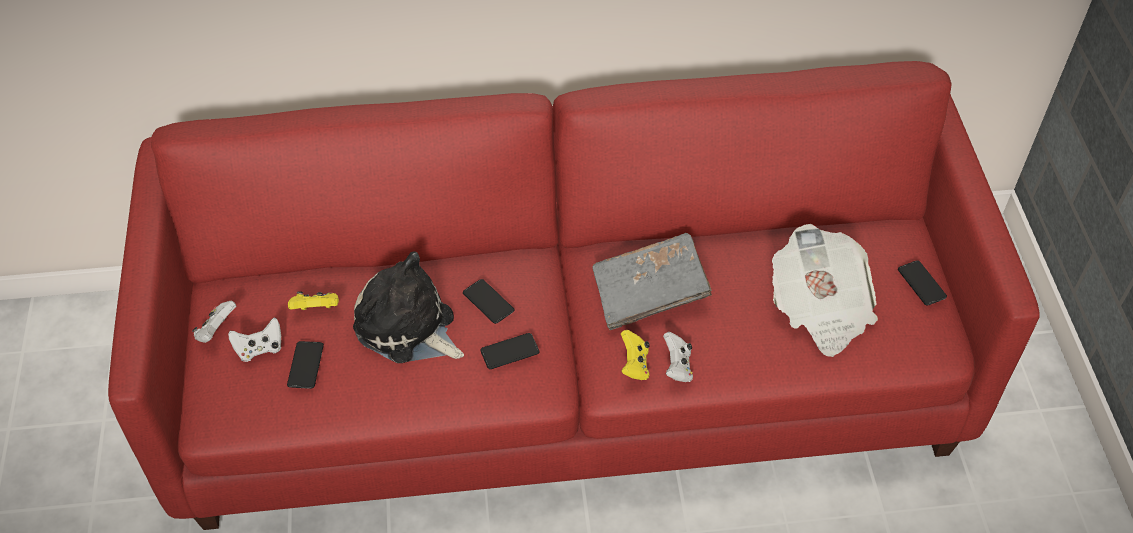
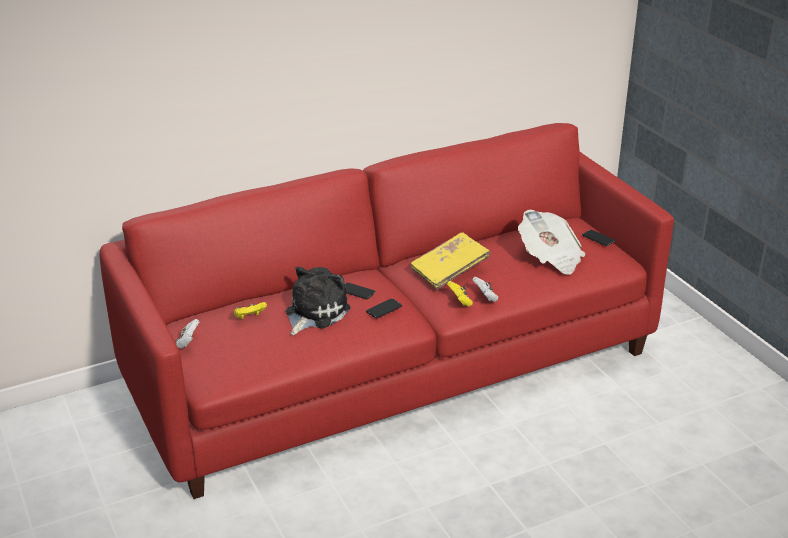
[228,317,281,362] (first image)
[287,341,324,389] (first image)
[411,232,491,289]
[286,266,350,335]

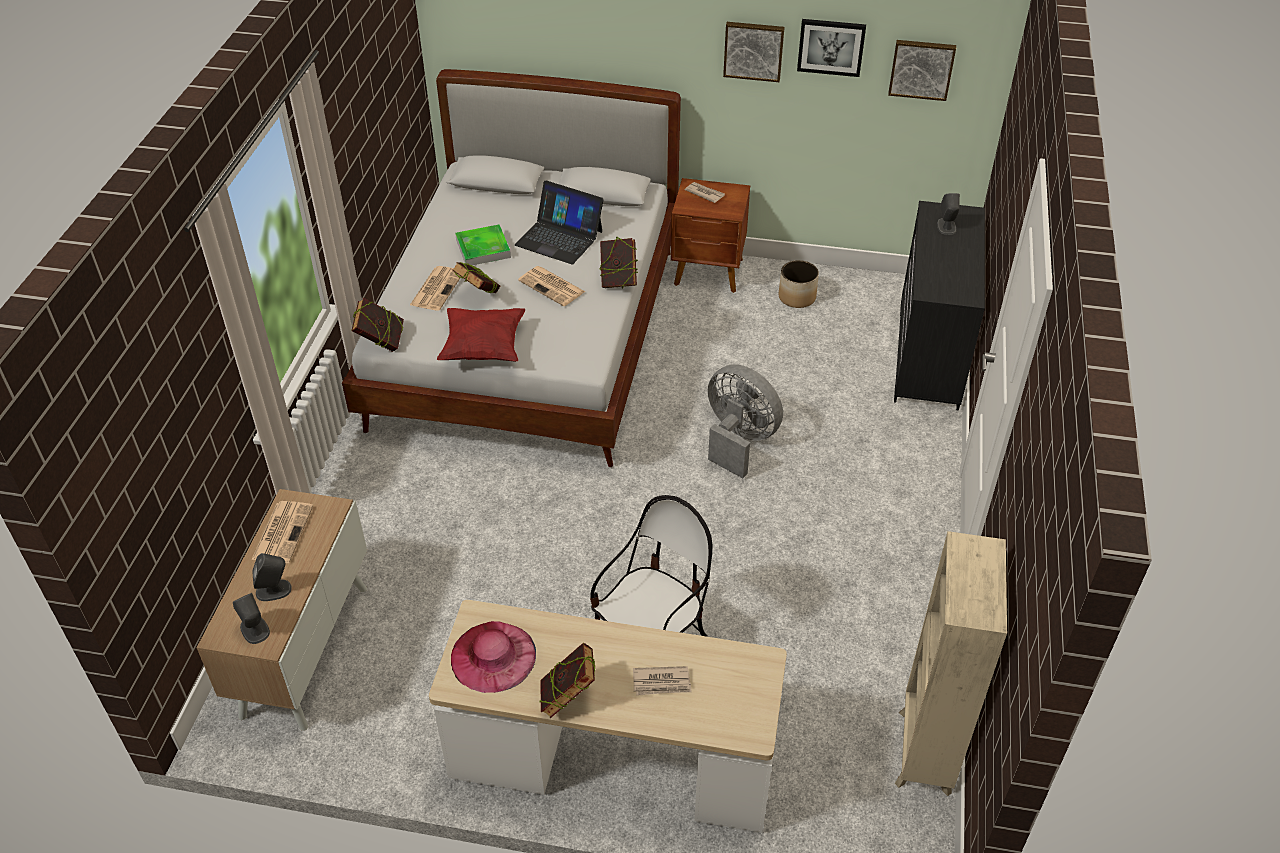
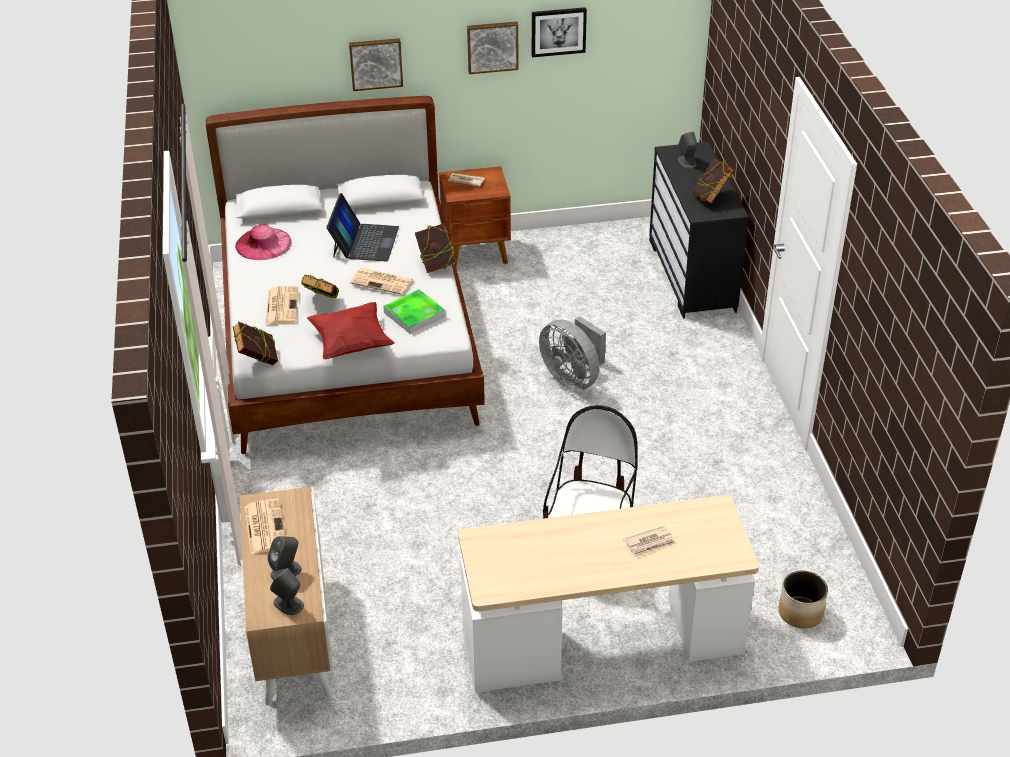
[895,531,1007,796] (first image)
[235,225,291,260]
[383,289,445,334]
[692,159,734,204]
[779,571,828,629]
[349,38,403,91]
[326,193,399,261]
[539,316,606,391]

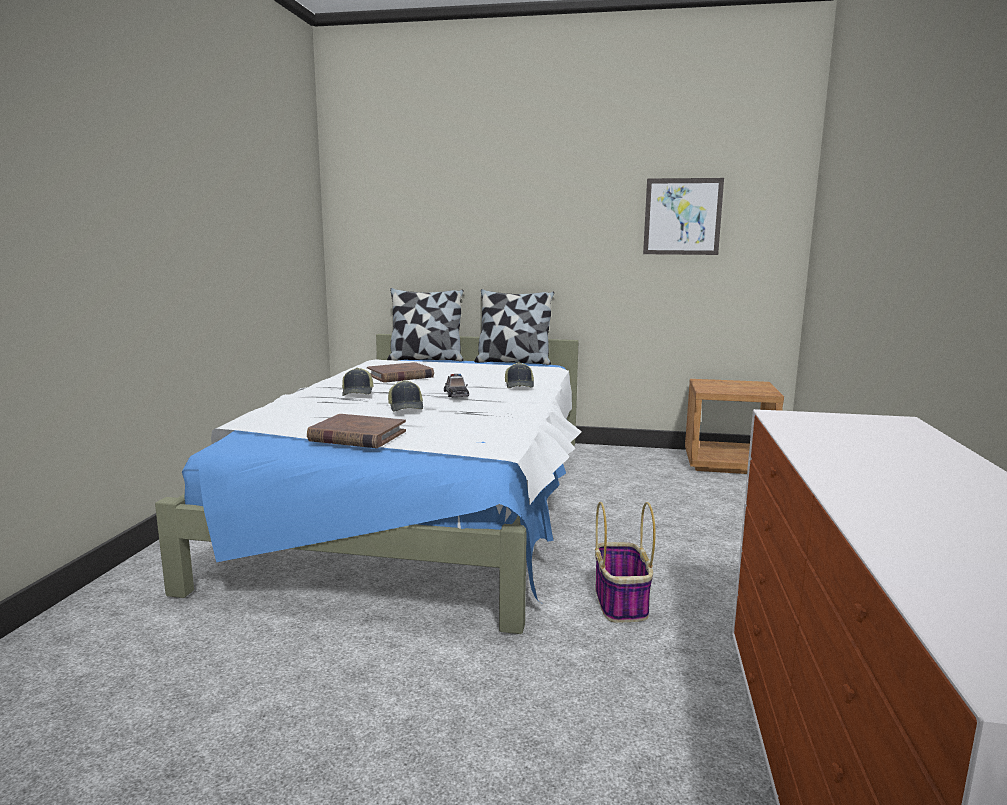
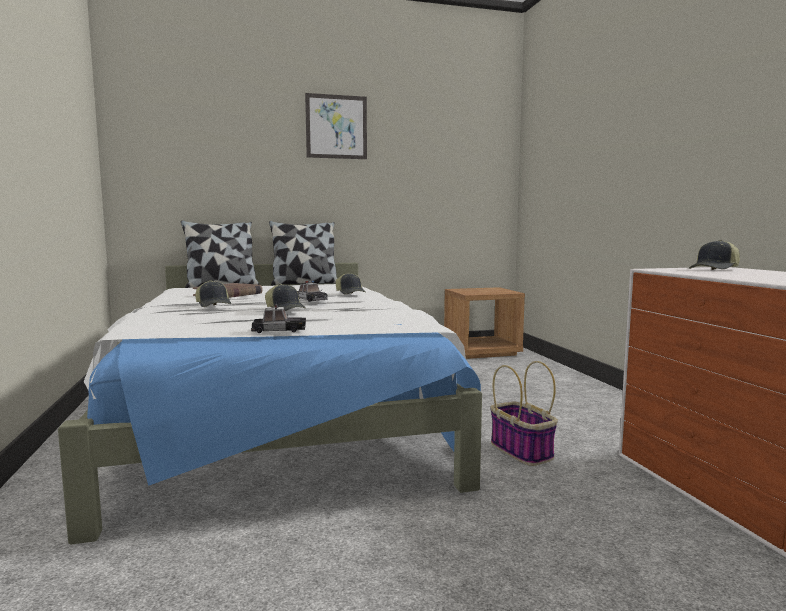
[689,240,740,270]
[305,93,367,159]
[251,304,306,333]

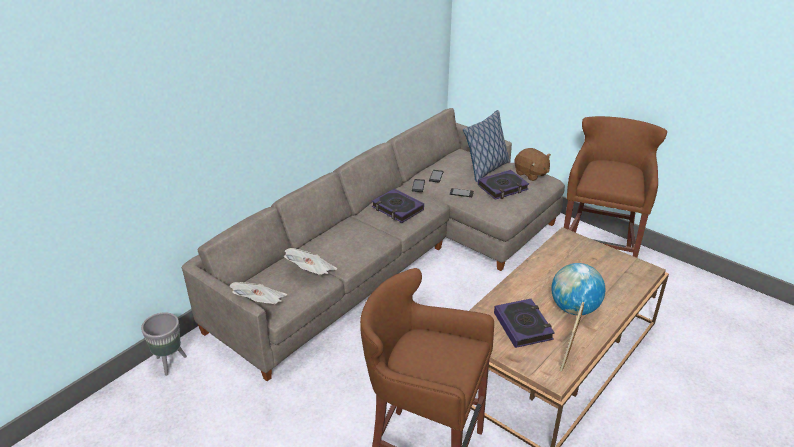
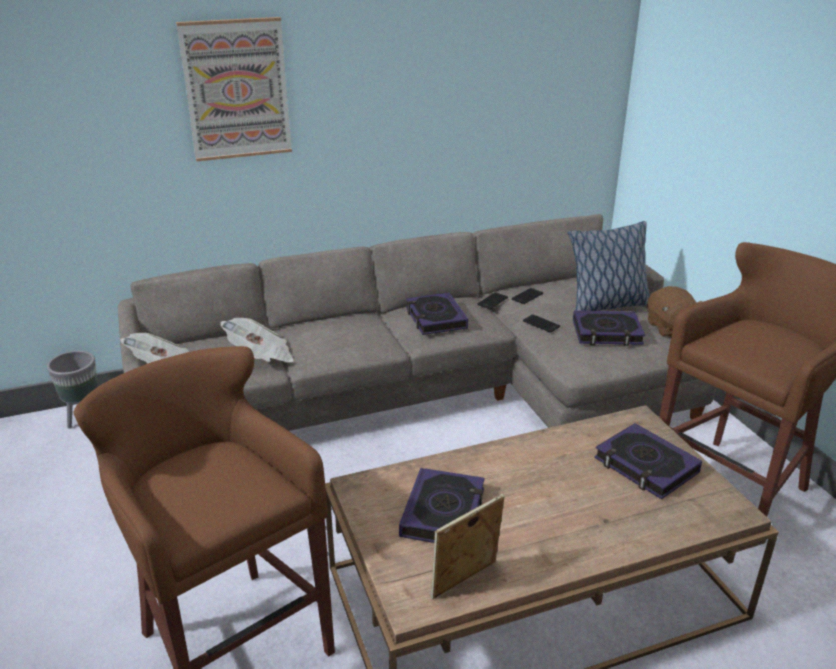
[551,263,605,315] (first image)
[176,17,292,161]
[594,423,702,499]

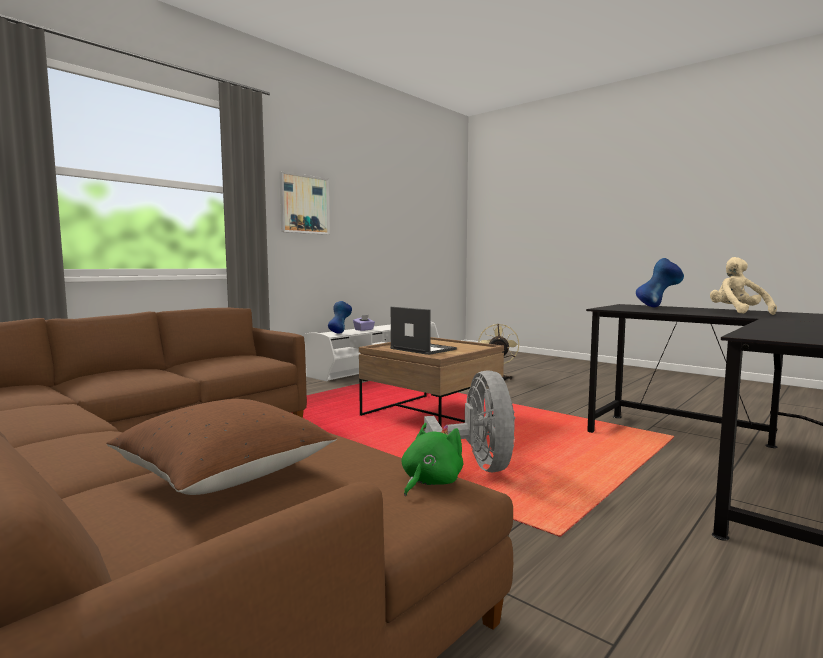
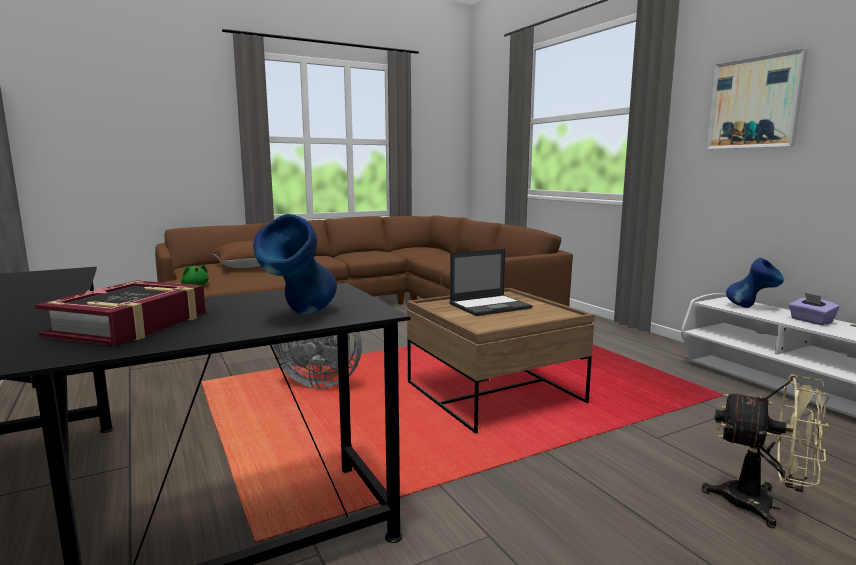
[35,280,206,346]

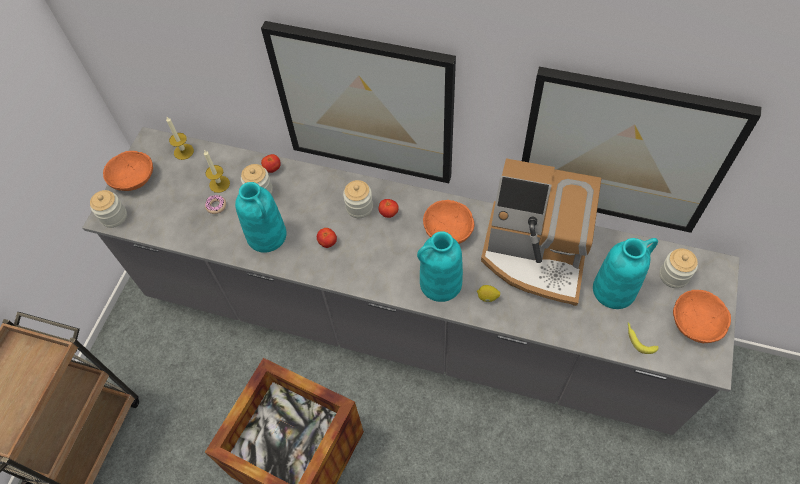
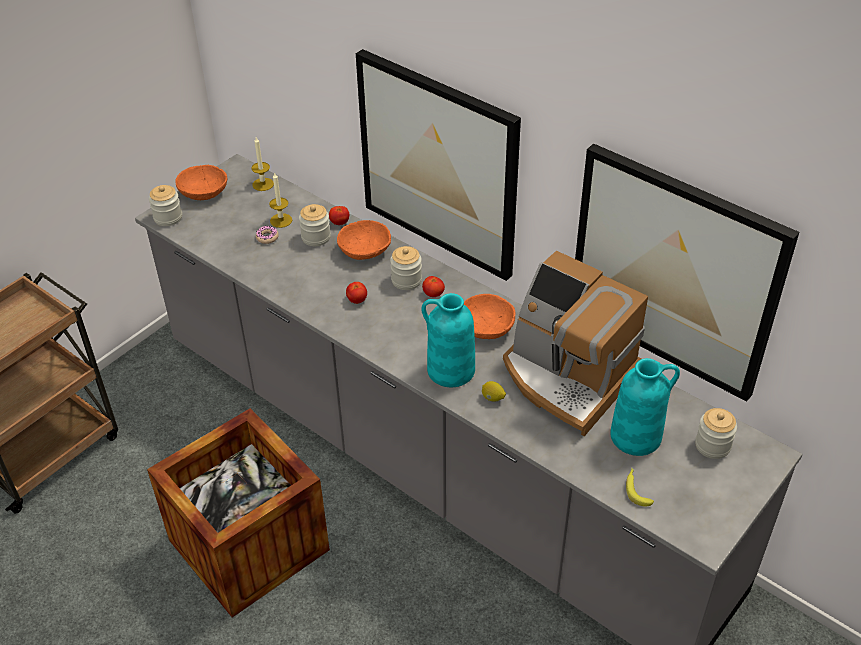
[235,182,287,253] (first image)
[337,220,391,260]

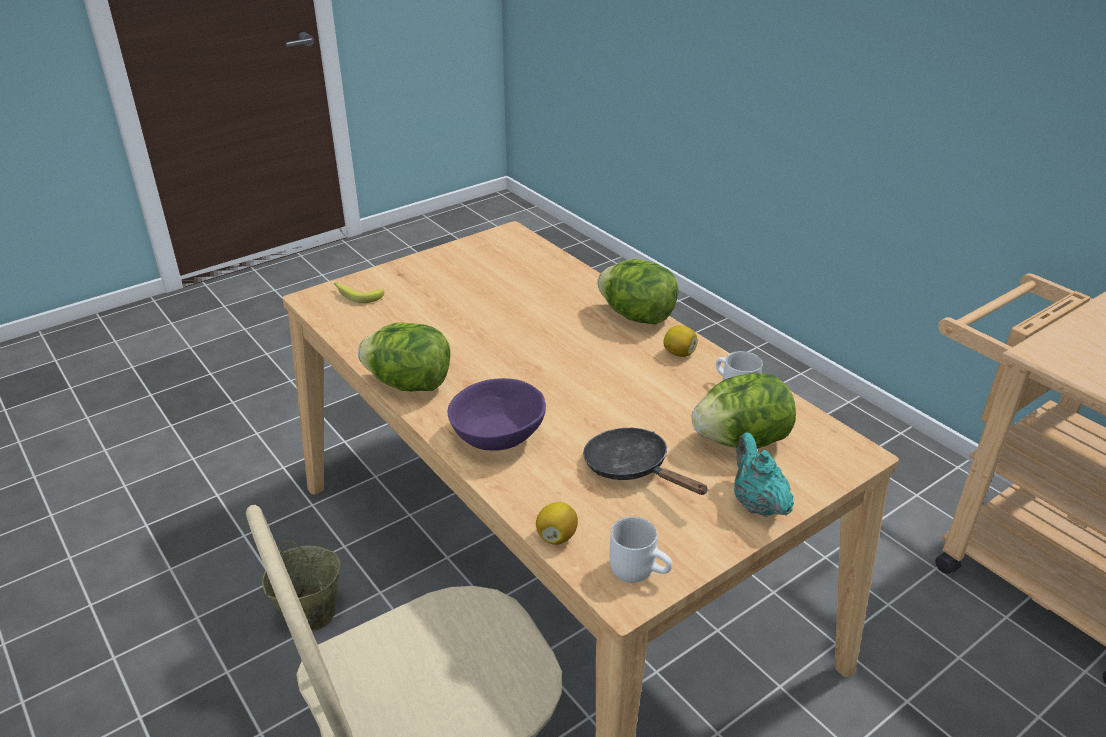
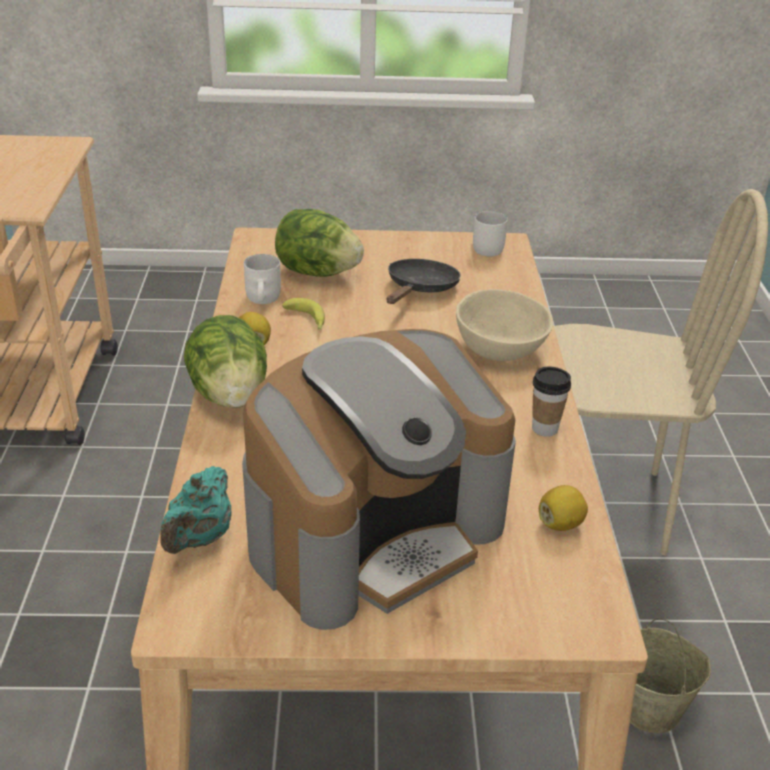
[242,329,516,630]
[282,298,325,330]
[539,485,588,531]
[160,466,232,554]
[532,366,571,437]
[456,289,553,361]
[387,259,461,304]

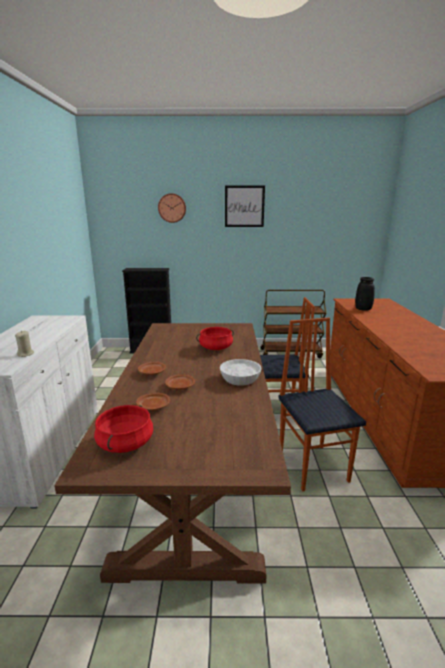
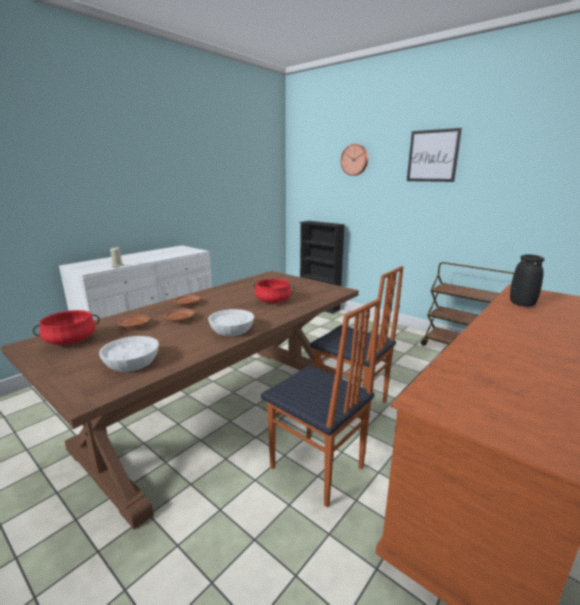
[99,336,159,372]
[261,299,381,507]

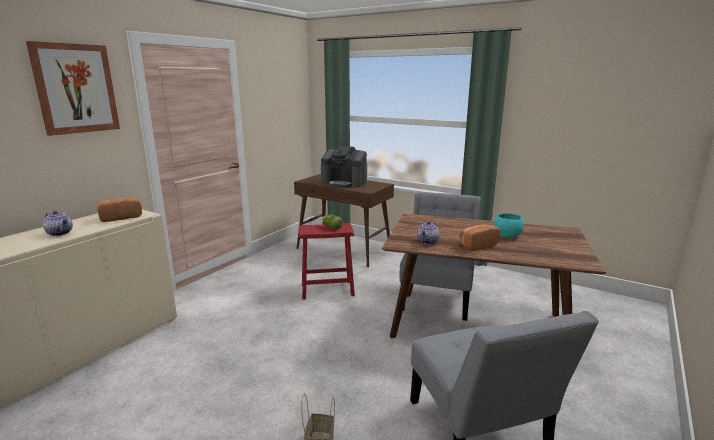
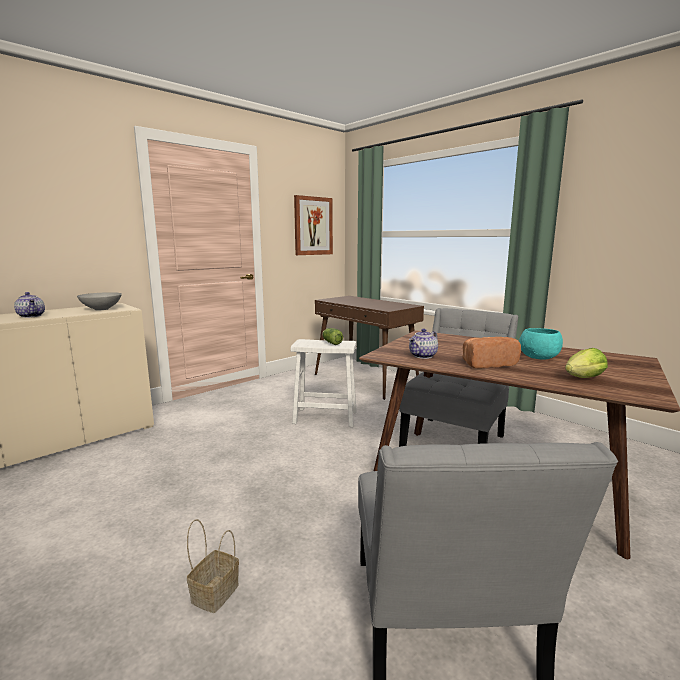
[321,146,367,188] (first image)
[565,348,608,378]
[294,195,333,255]
[77,292,122,310]
[291,339,357,427]

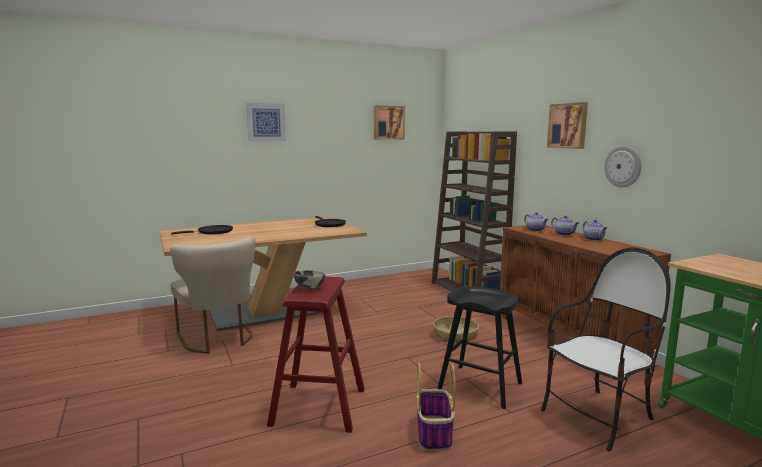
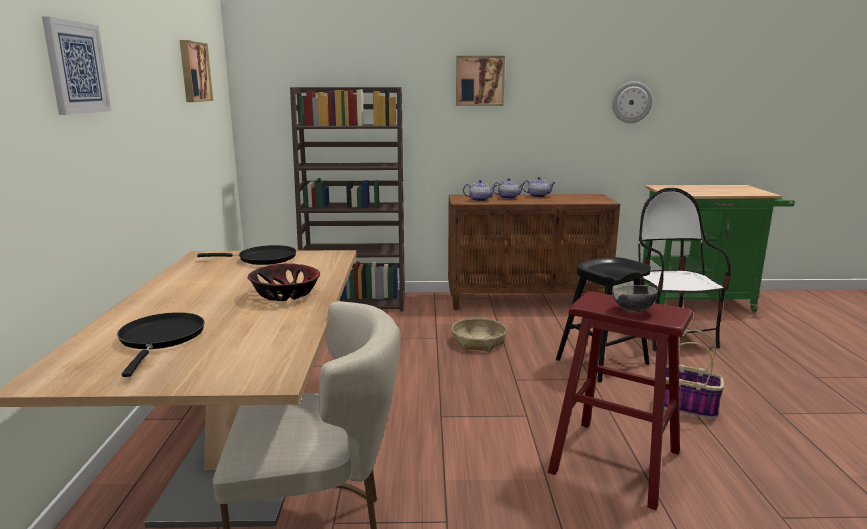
[248,263,320,301]
[612,82,653,123]

